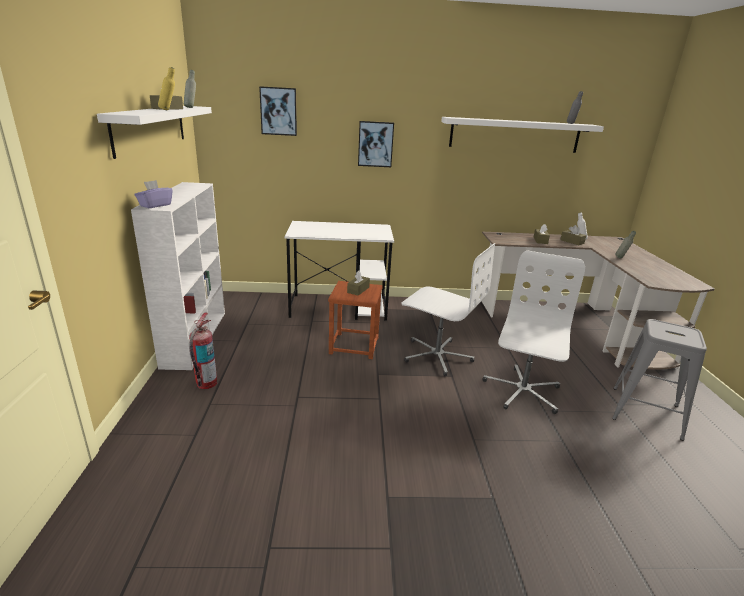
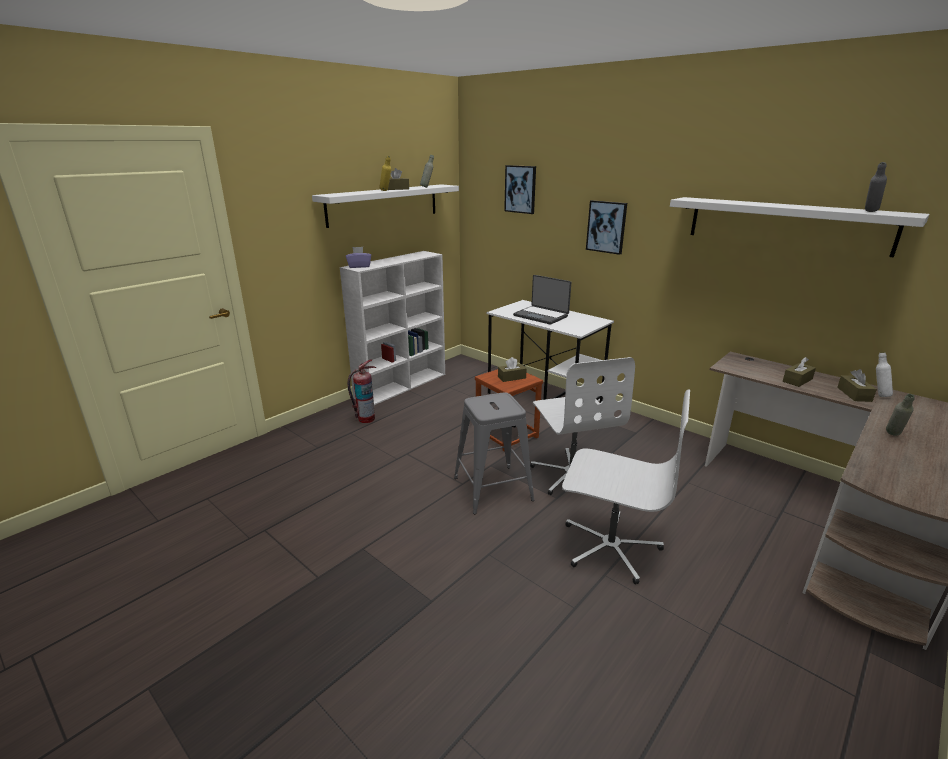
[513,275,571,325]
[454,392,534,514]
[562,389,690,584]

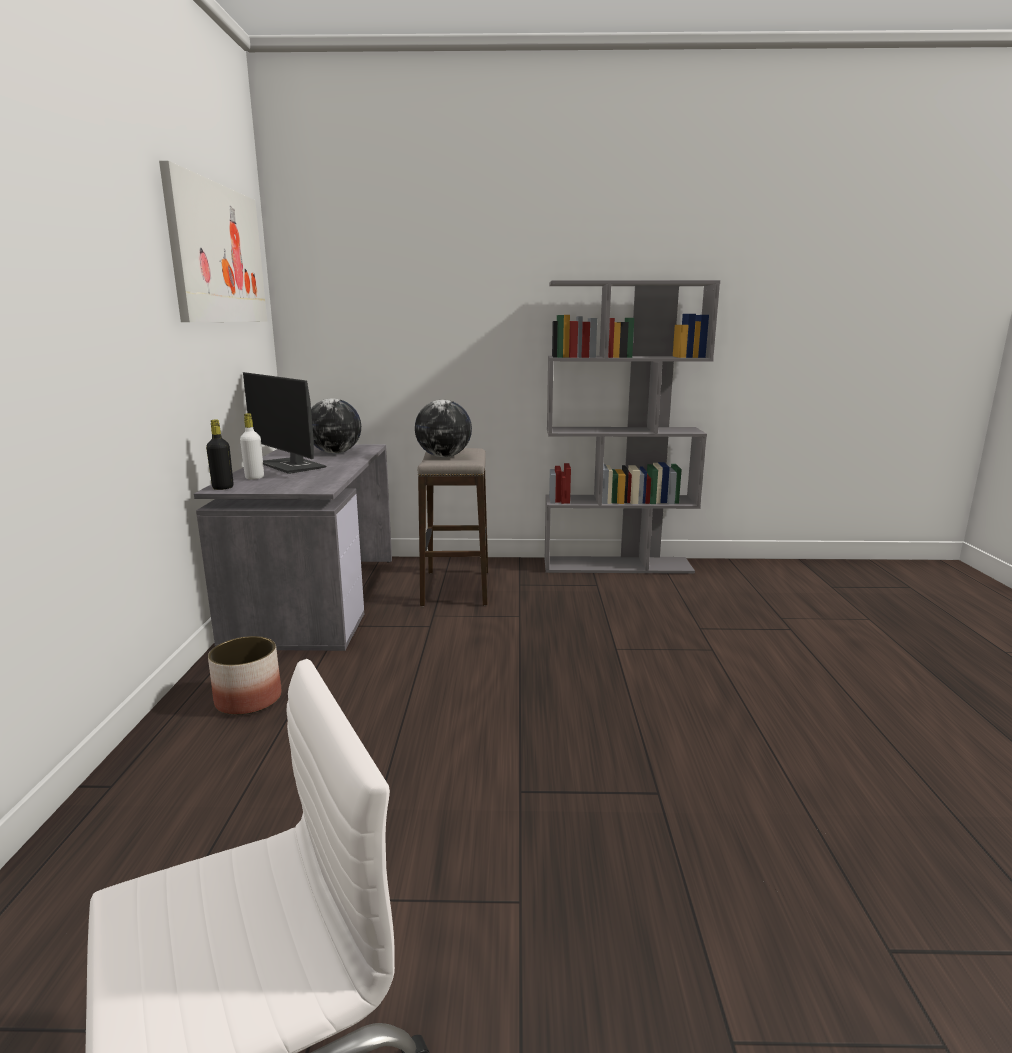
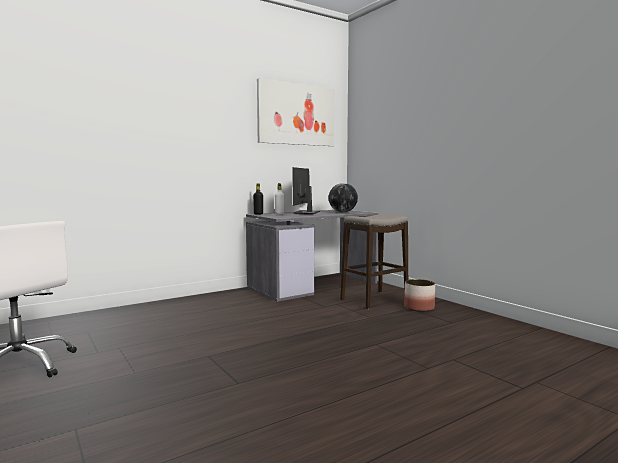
[415,400,472,457] (first image)
[544,280,720,574] (first image)
[404,279,435,312]

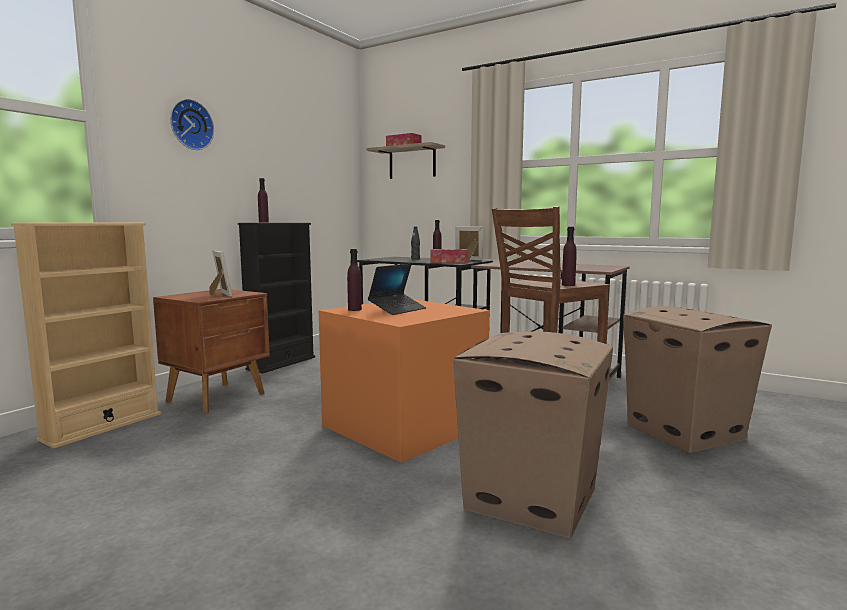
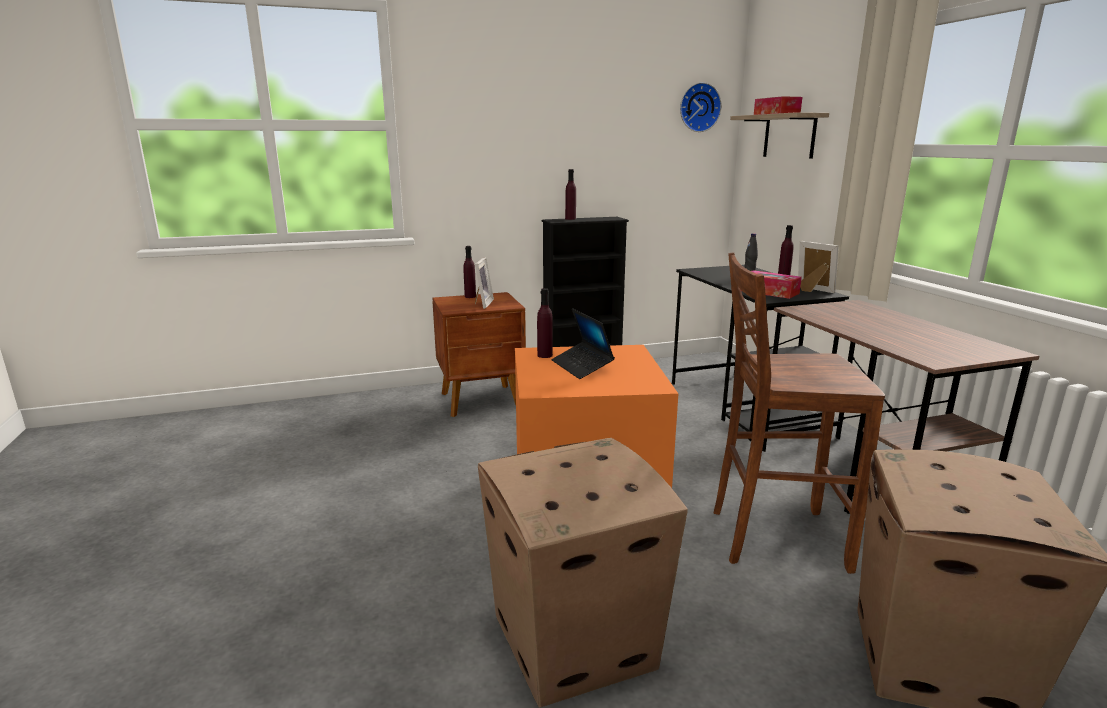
[11,223,161,449] (first image)
[680,82,722,132]
[463,246,476,298]
[551,308,615,379]

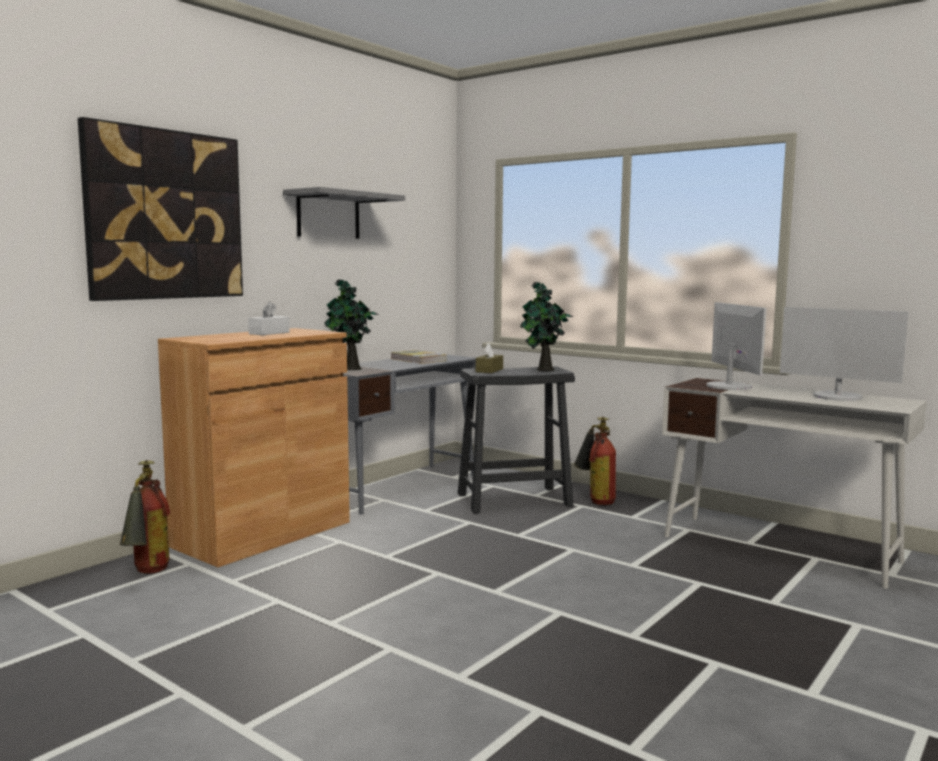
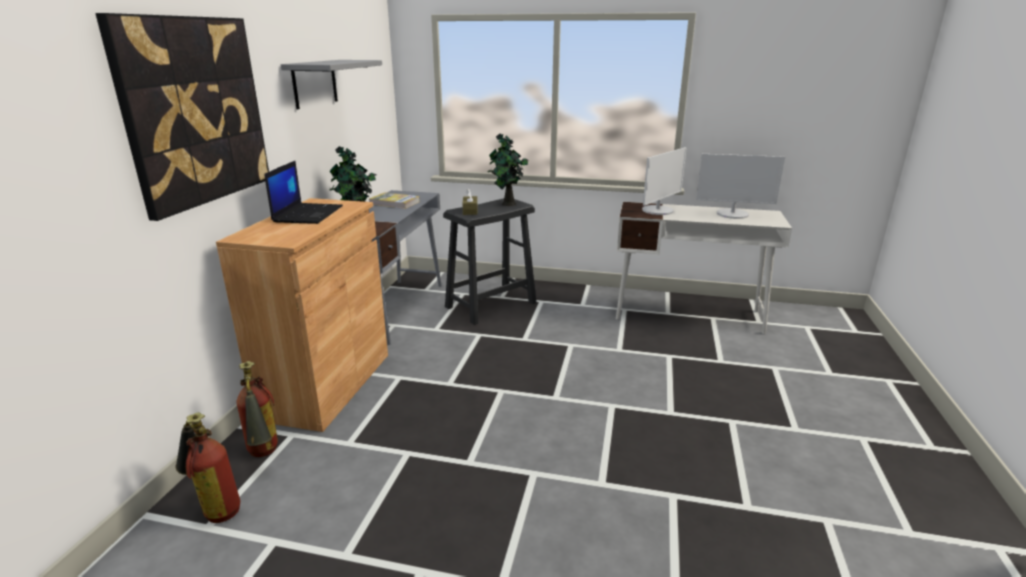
[175,412,240,523]
[264,161,343,224]
[642,147,687,215]

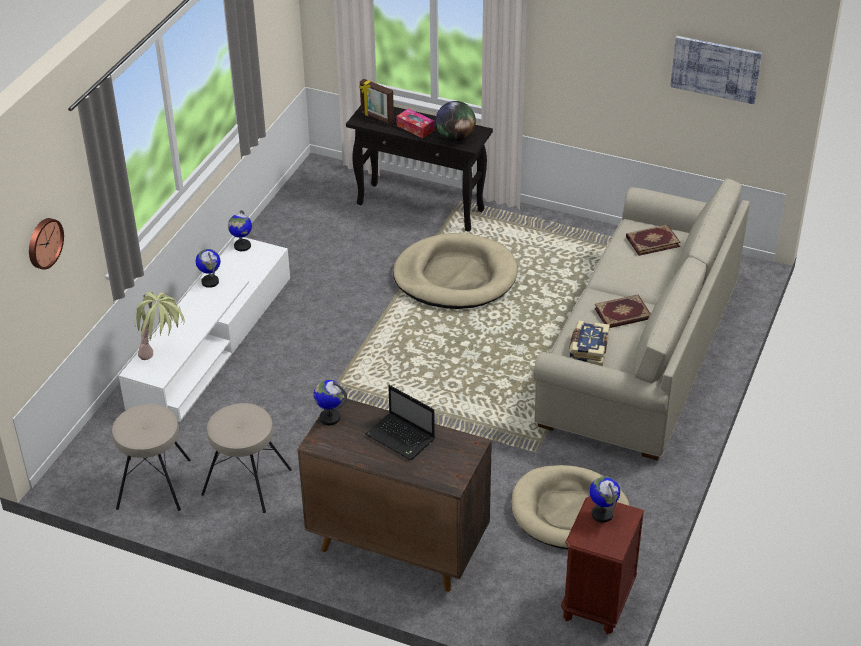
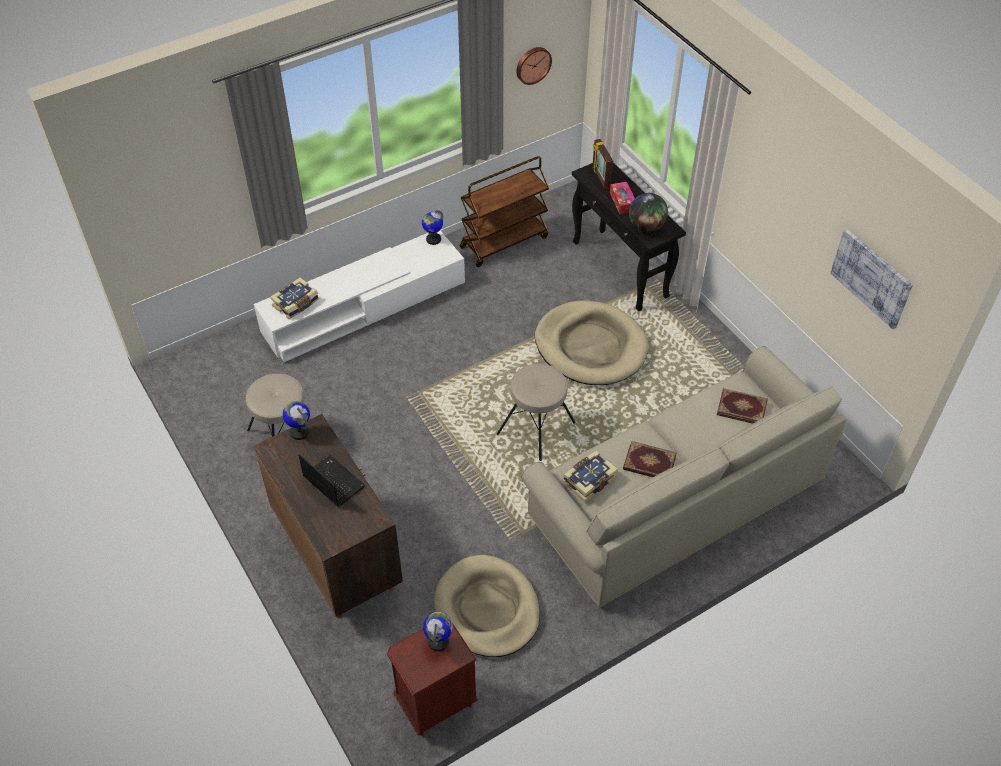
[196,249,221,288] (first image)
[460,156,549,267]
[516,47,552,85]
[497,364,576,461]
[270,277,319,319]
[298,454,365,507]

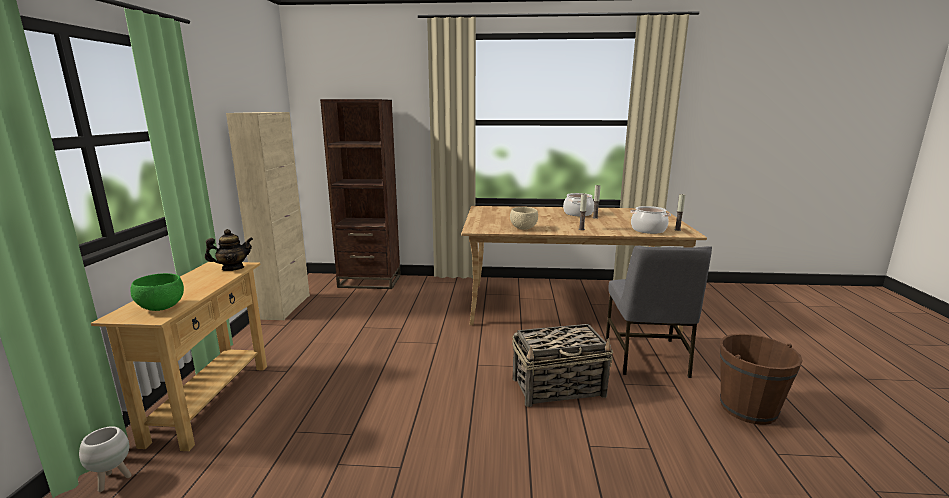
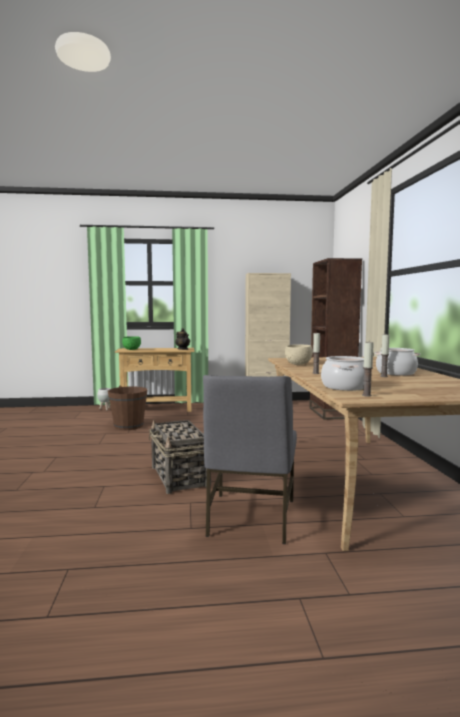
[108,386,148,430]
[203,375,297,544]

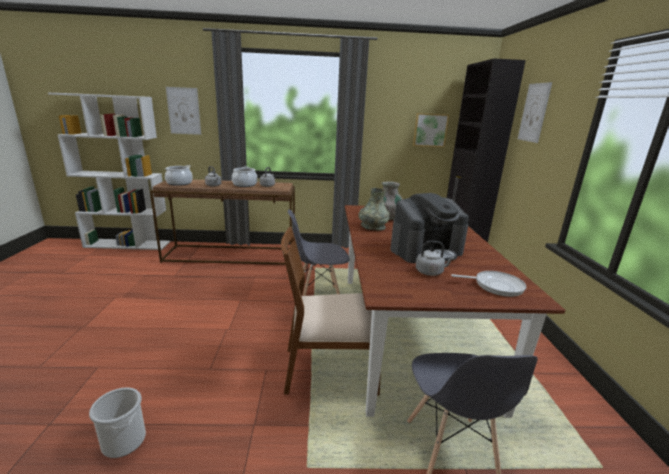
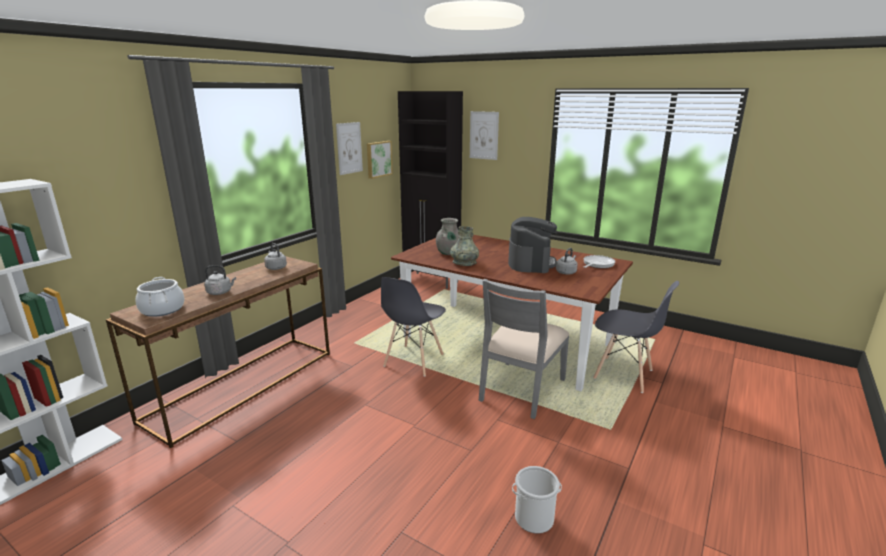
[232,166,258,187] (first image)
[336,122,363,175]
[478,279,570,419]

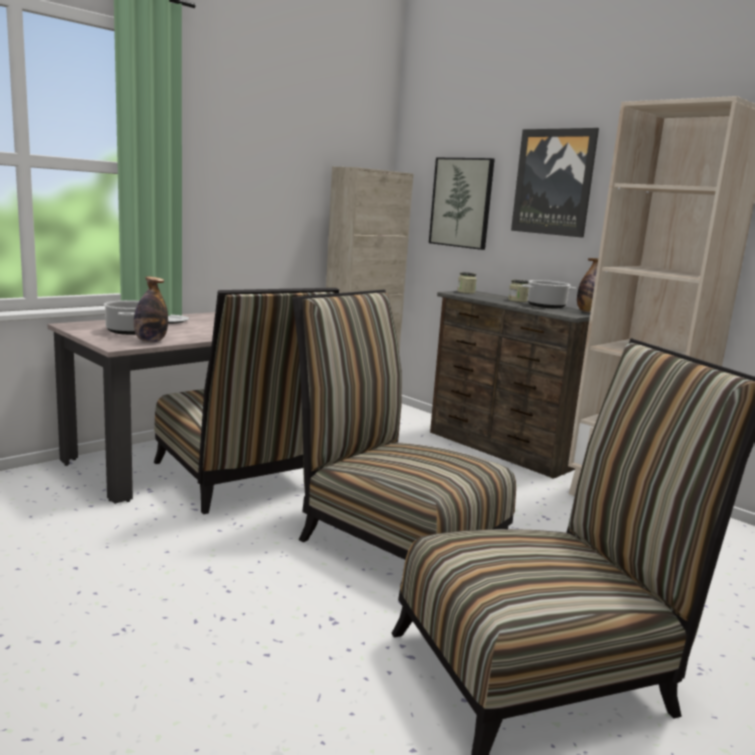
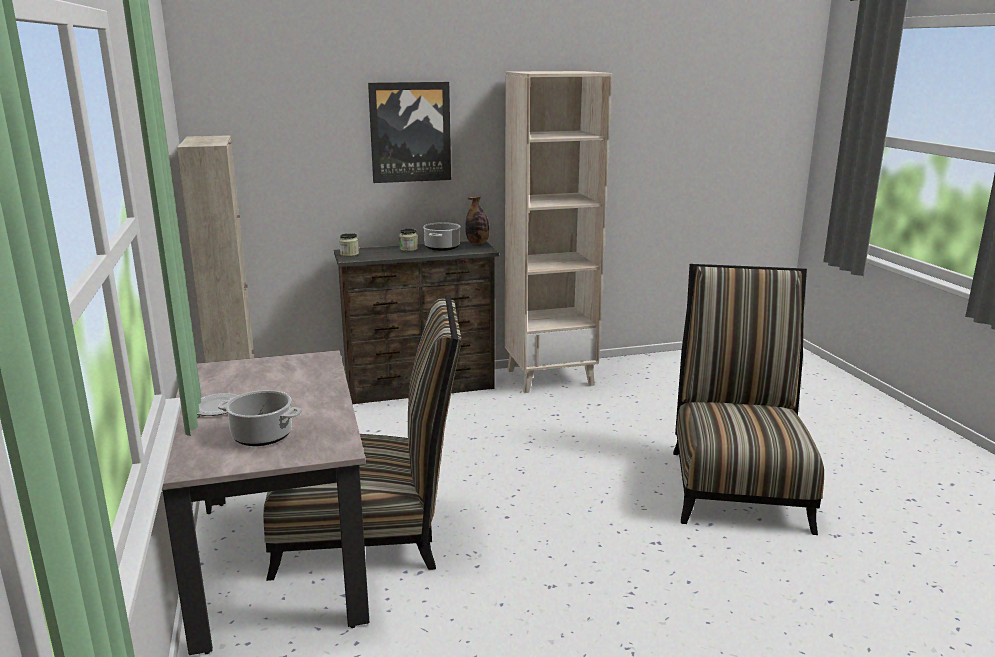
[134,277,168,342] (first image)
[292,289,516,560] (first image)
[429,158,495,250] (first image)

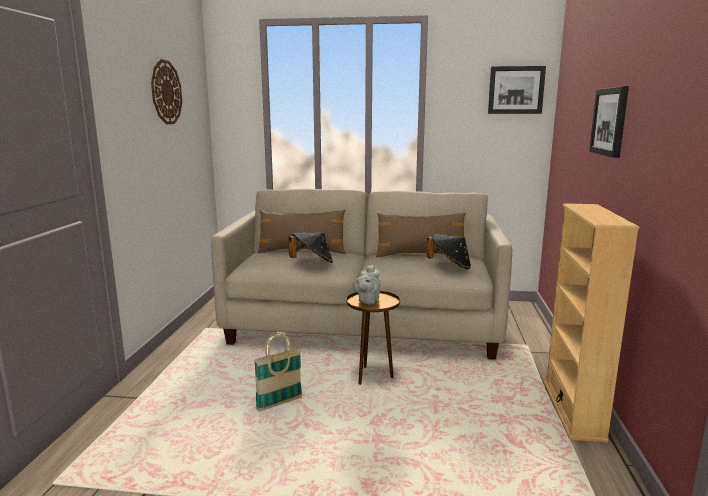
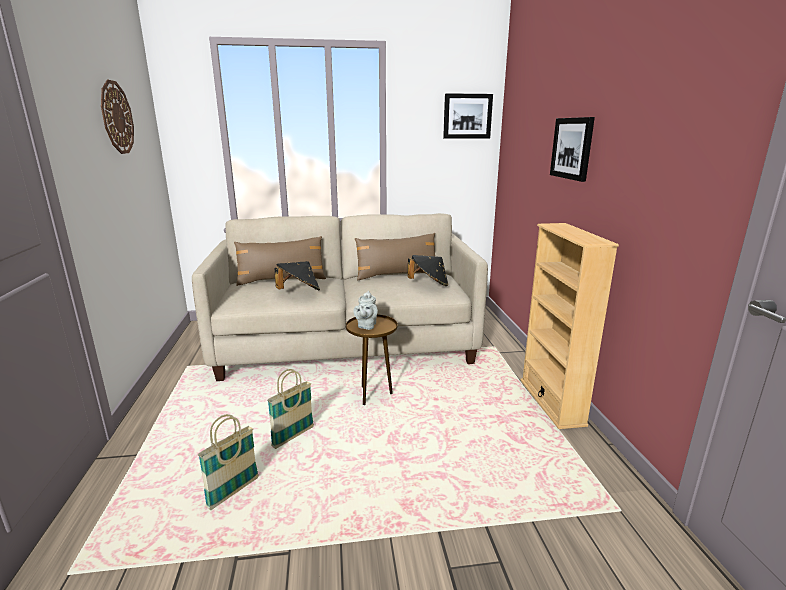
[198,414,259,510]

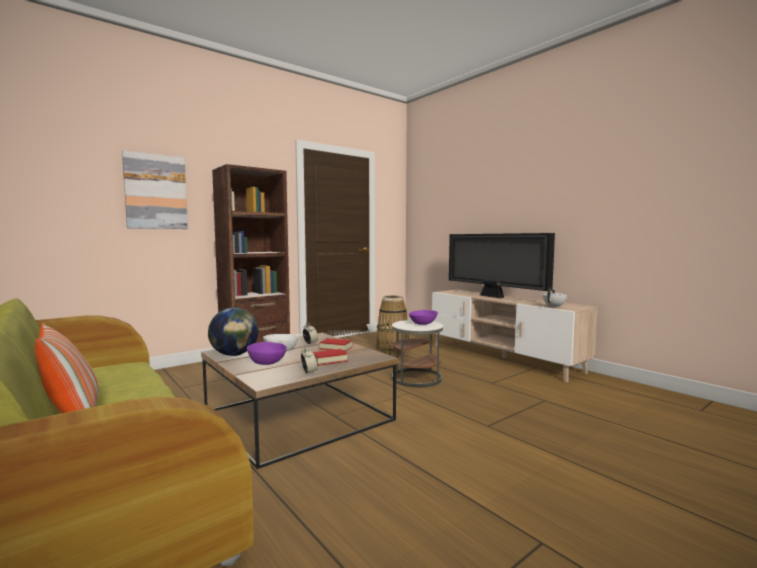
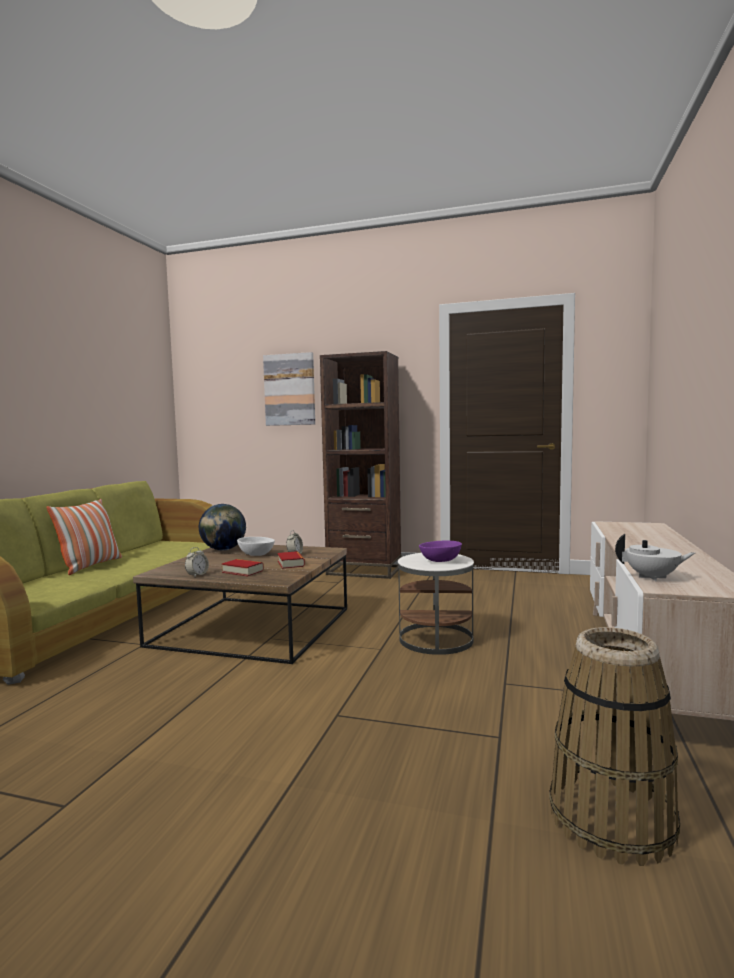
[247,342,287,365] (first image)
[449,233,555,298] (first image)
[549,627,680,866]

